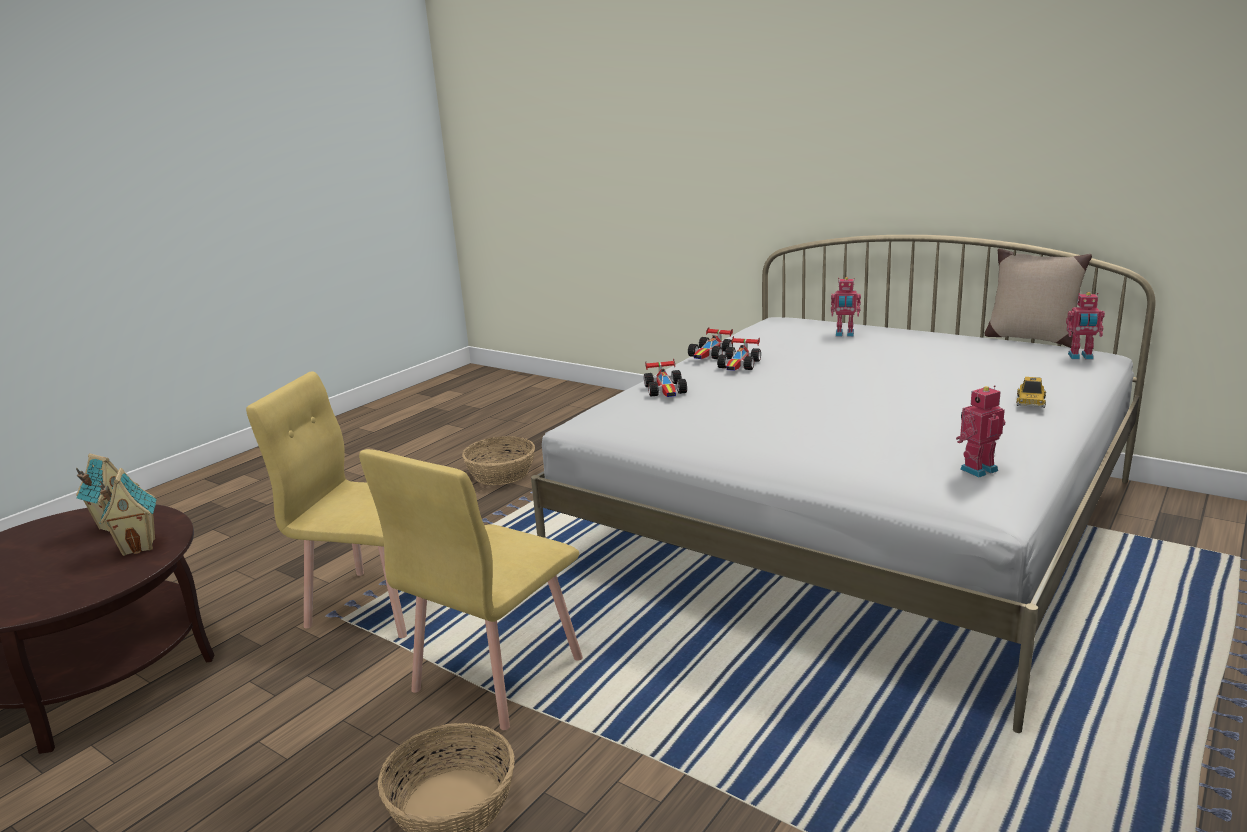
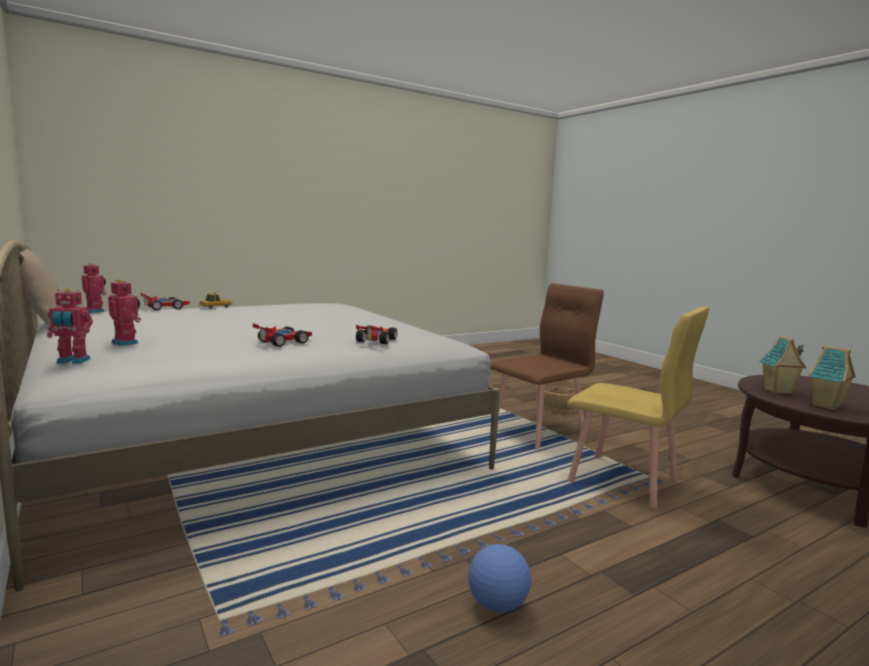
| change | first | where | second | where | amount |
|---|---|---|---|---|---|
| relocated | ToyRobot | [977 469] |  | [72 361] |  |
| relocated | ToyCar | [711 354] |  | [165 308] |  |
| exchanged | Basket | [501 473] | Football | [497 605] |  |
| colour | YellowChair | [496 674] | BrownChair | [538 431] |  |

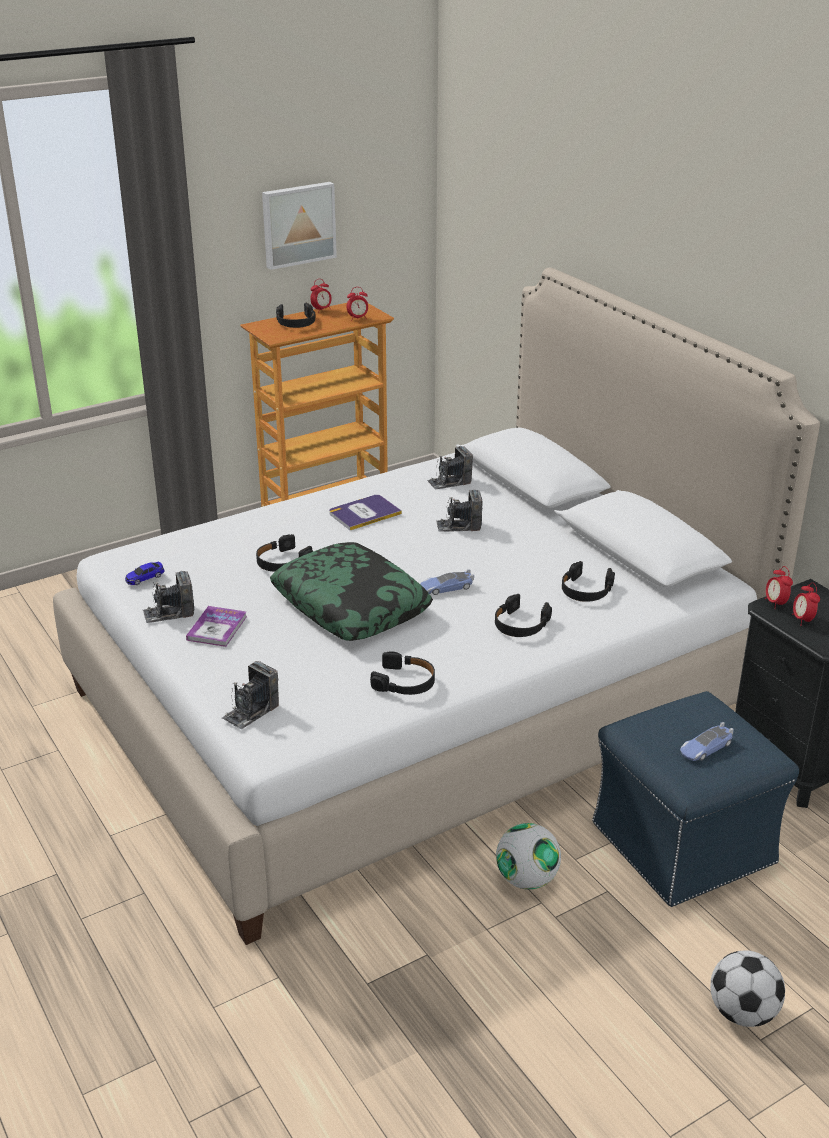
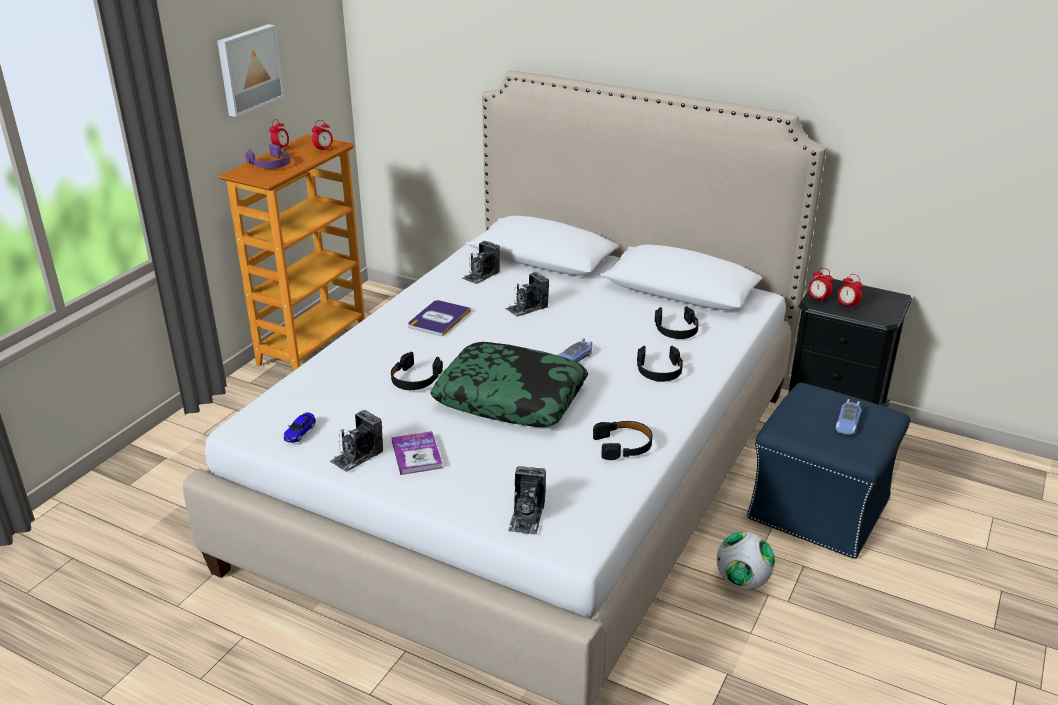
| change | first | where | second | where | amount |
|---|---|---|---|---|---|
| colour | BlackHeadphones | [296 322] | PurpleHeadphones | [270 164] |  |
| missing | Football | [742 1013] |  |  |  |

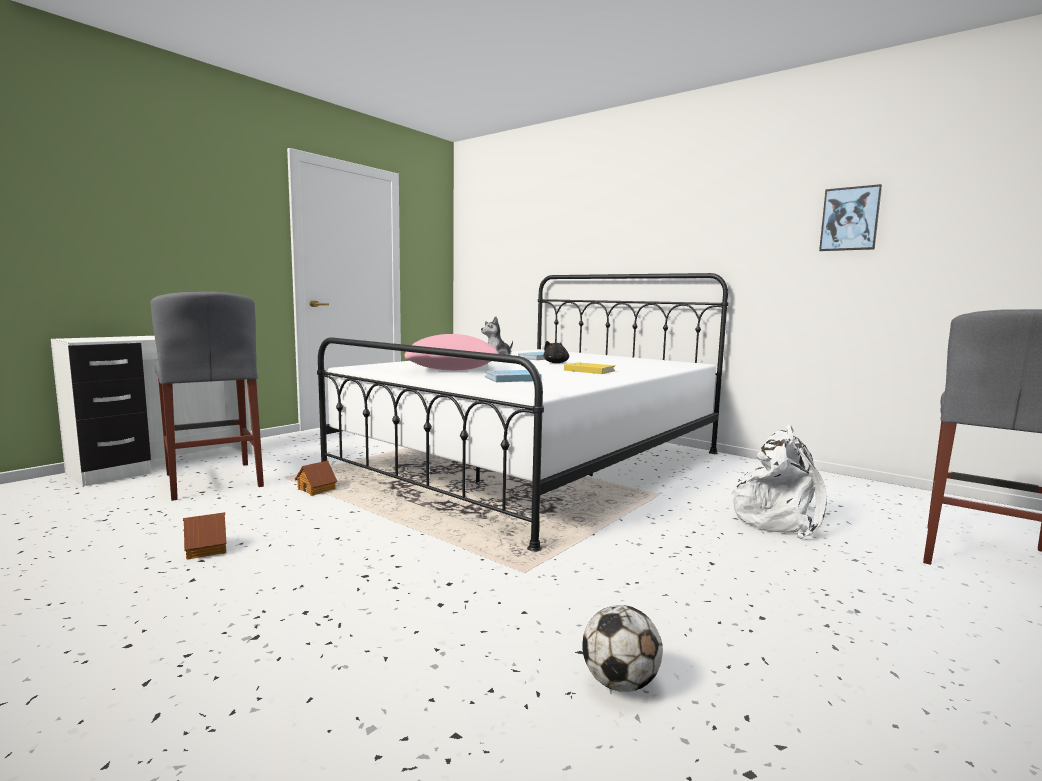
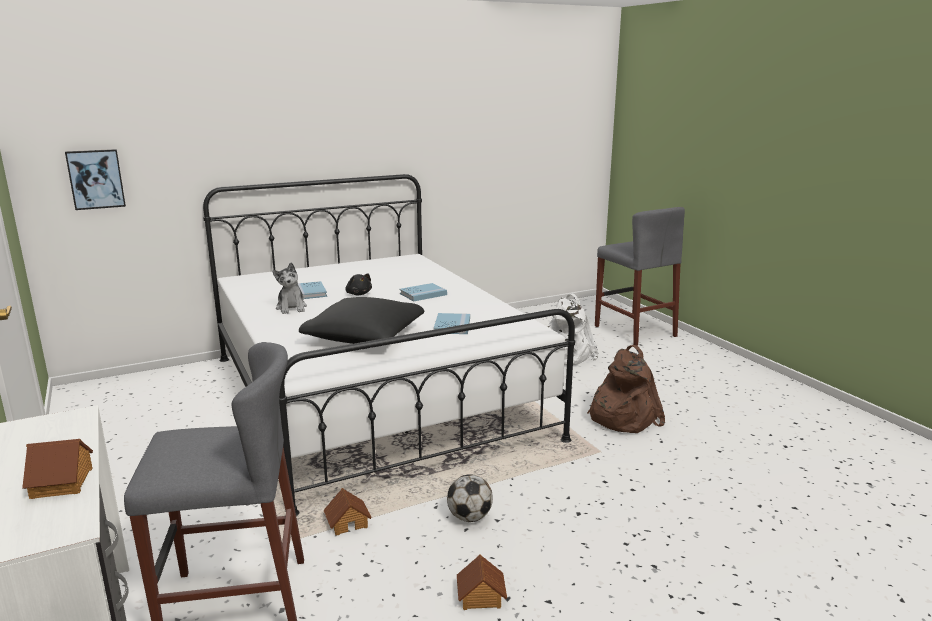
| change | first | where | second | where | amount |
|---|---|---|---|---|---|
| appeared |  |  | ToyHouse | [63 482] |  |
| relocated | Picture | [850 219] |  | [96 179] |  |
| colour | PinkPillow | [453 369] | BlackPillow | [365 337] |  |
| colour | YellowBook | [589 370] | BlueBook | [423 294] |  |
| relocated | Football | [620 682] |  | [469 517] |  |
| appeared |  |  | BrownBackpack | [621 417] |  |

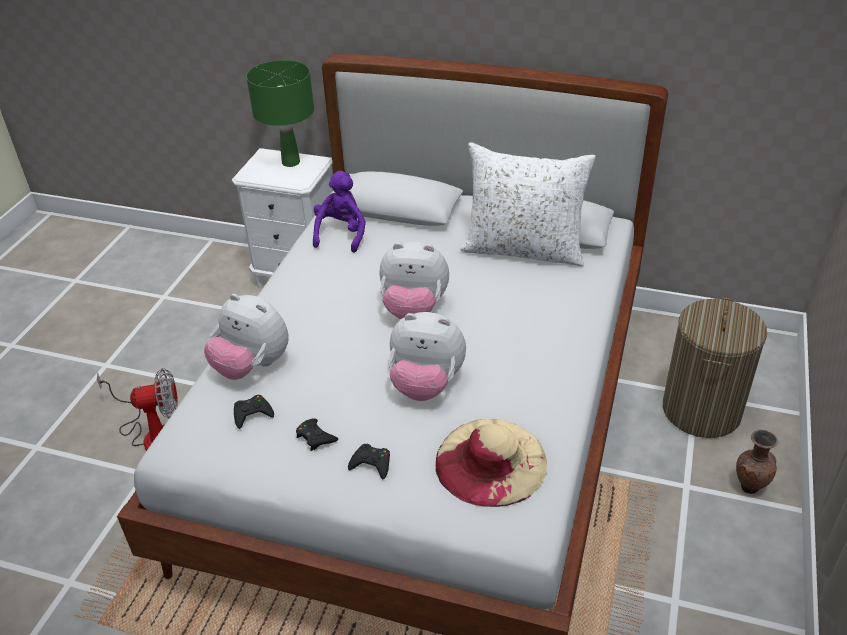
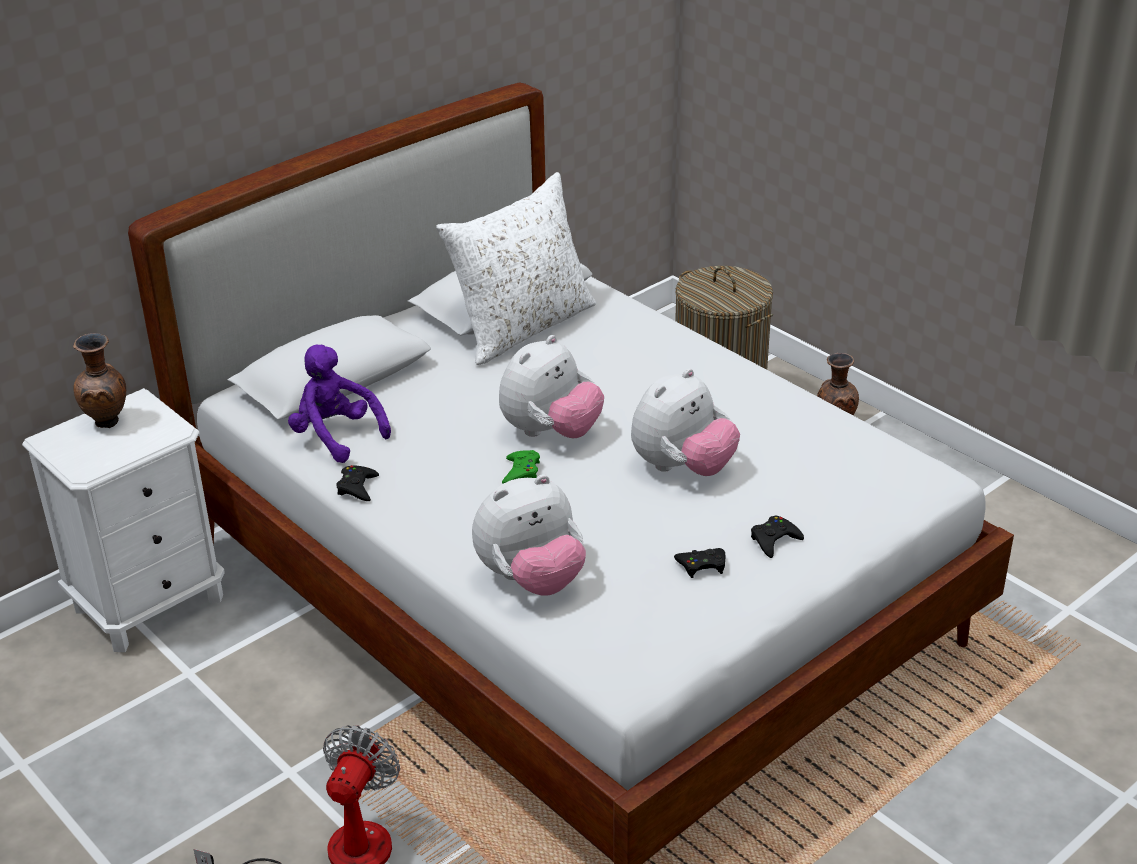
| change | first | where | second | where | amount |
|---|---|---|---|---|---|
| exchanged | GreenTableLamp | [291 162] | BrownVase | [108 423] |  |
| relocated | BlackGameController | [252 414] |  | [357 487] |  |
| appeared |  |  | GreenGameController | [521 471] |  |
| missing | BeigeHat | [491 461] |  |  |  |

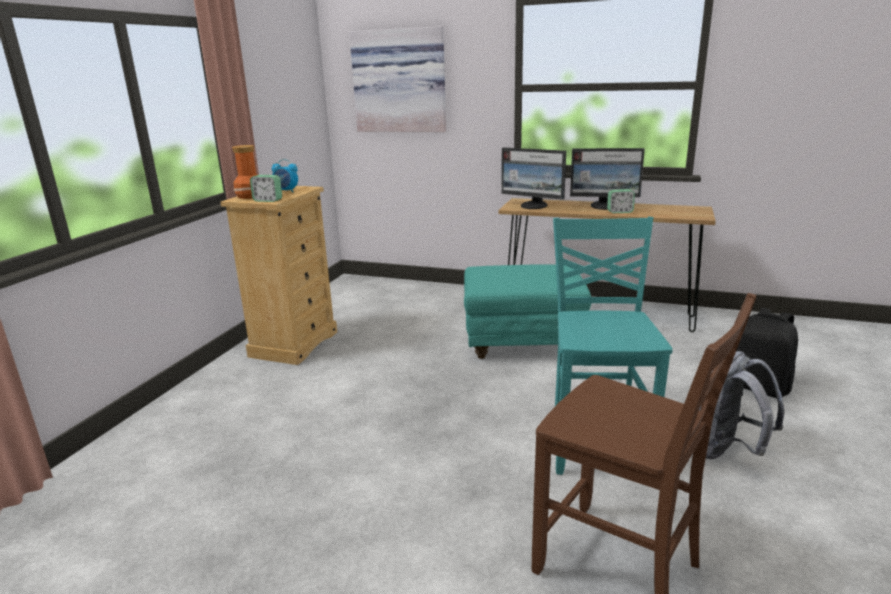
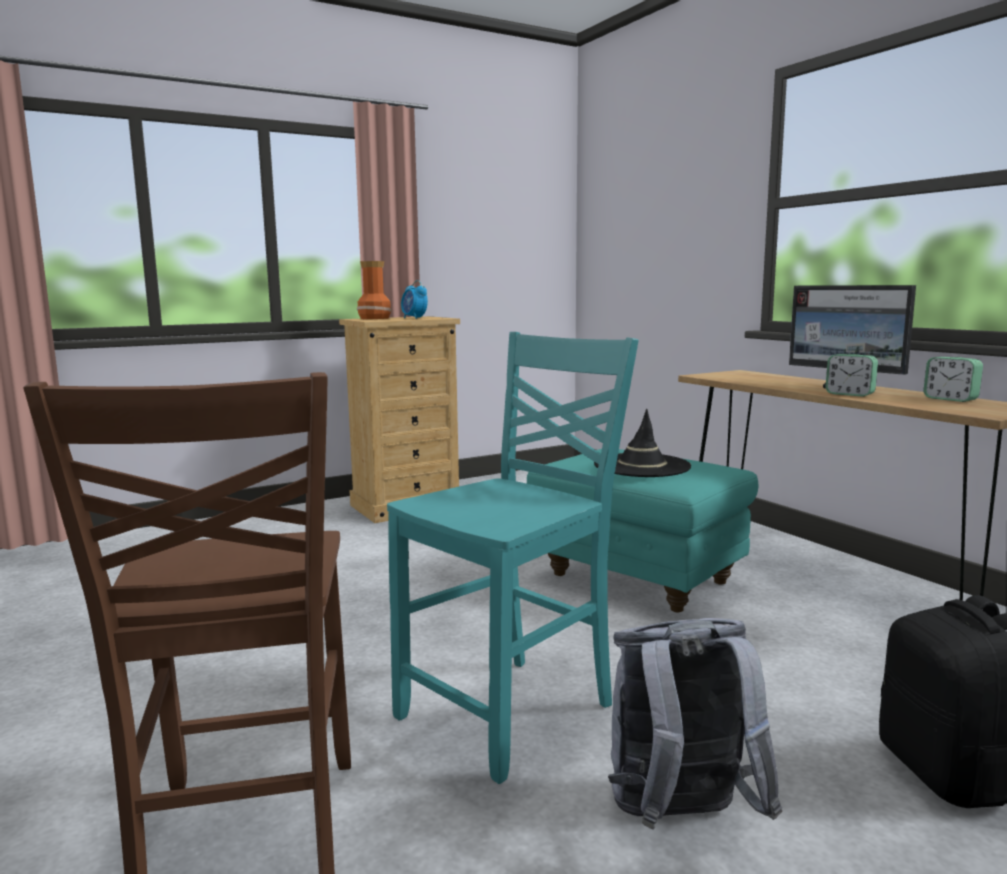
| change | first | where | second | where | amount |
|---|---|---|---|---|---|
| appeared |  |  | BlackHat | [641 466] |  |
| relocated | AlarmClock | [268 200] |  | [950 399] |  |
| missing | Picture | [400 81] |  |  |  |
| missing | Monitor | [534 206] |  |  |  |

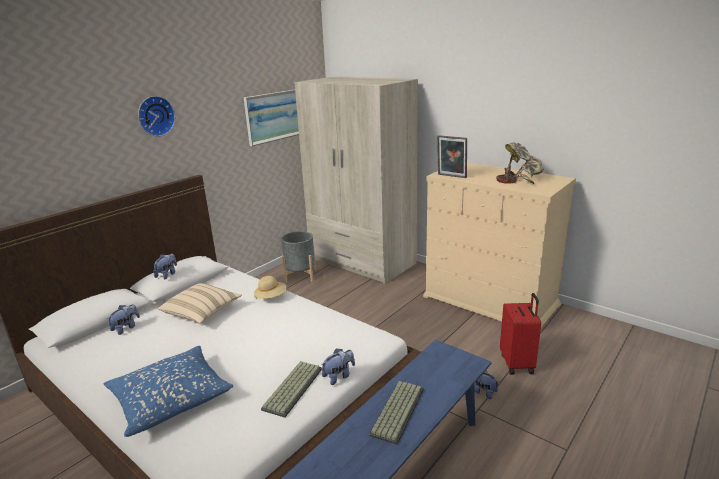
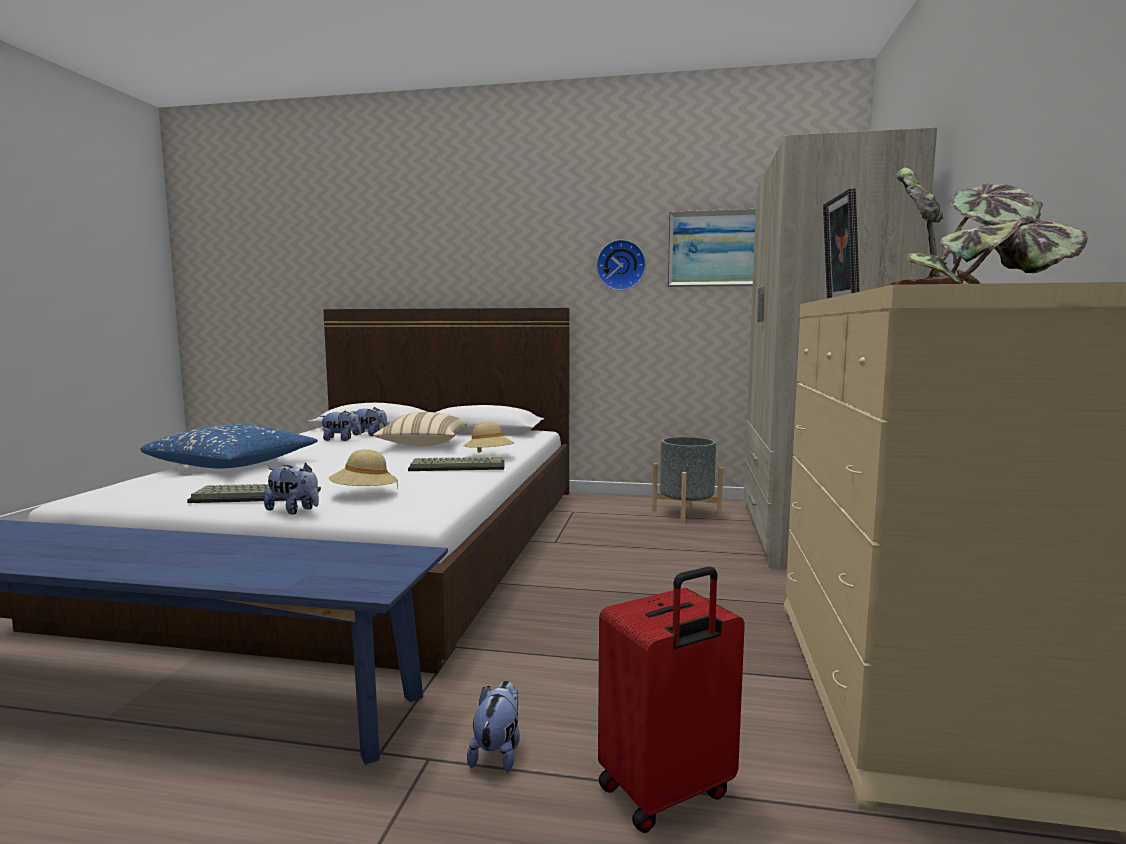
| change | first | where | second | where | amount |
|---|---|---|---|---|---|
| relocated | PlushToy | [167 275] |  | [341 440] |  |
| appeared |  |  | BeigeHat | [364 495] |  |
| relocated | Keyboard | [396 410] |  | [458 466] |  |
| relocated | WallClock | [155 116] |  | [621 265] |  |

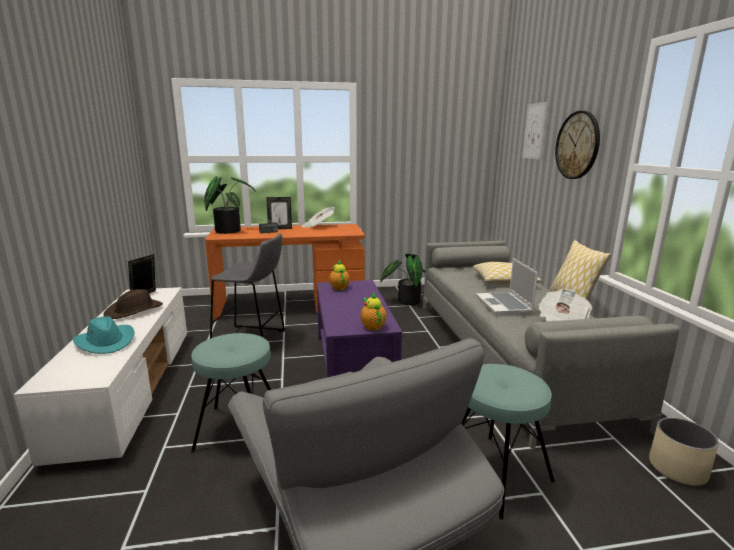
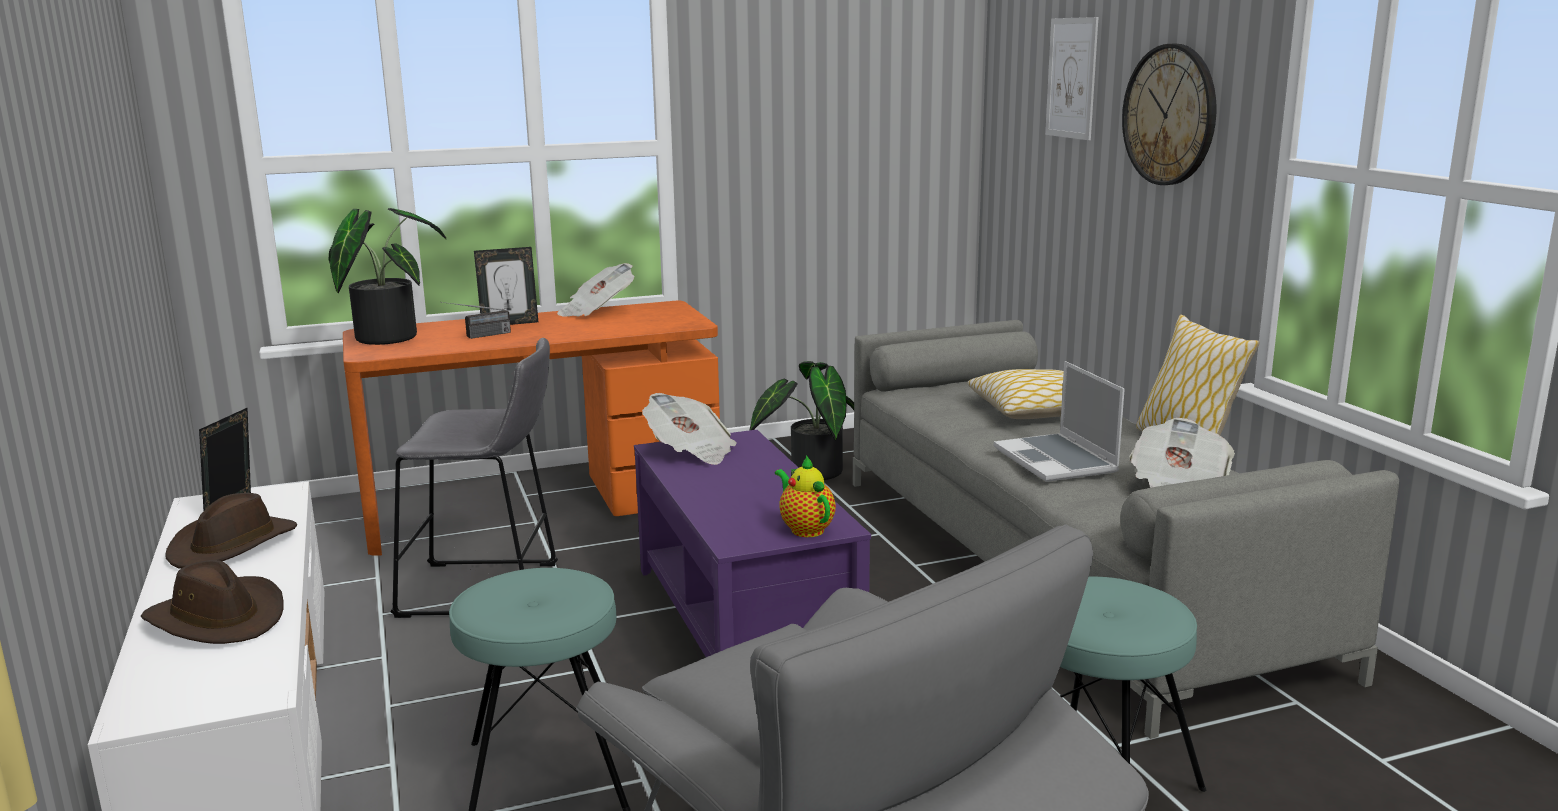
| change | first | where | second | where | amount |
|---|---|---|---|---|---|
| colour | TurquoiseHat | [106 342] | BrownHat | [218 618] |  |
| exchanged | Teapot | [339 287] | Newspaper | [691 452] |  |
| missing | BeigePlanter | [678 469] |  |  |  |

